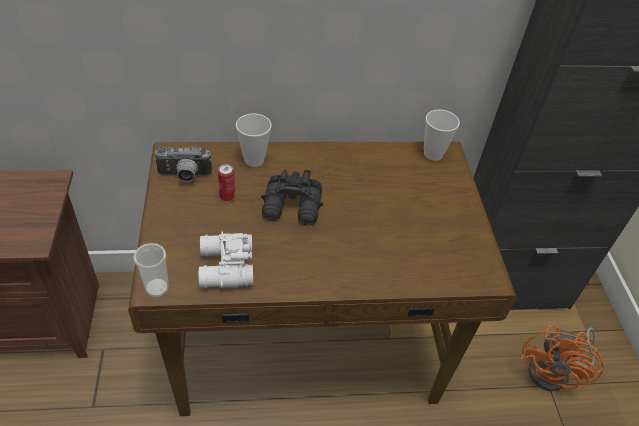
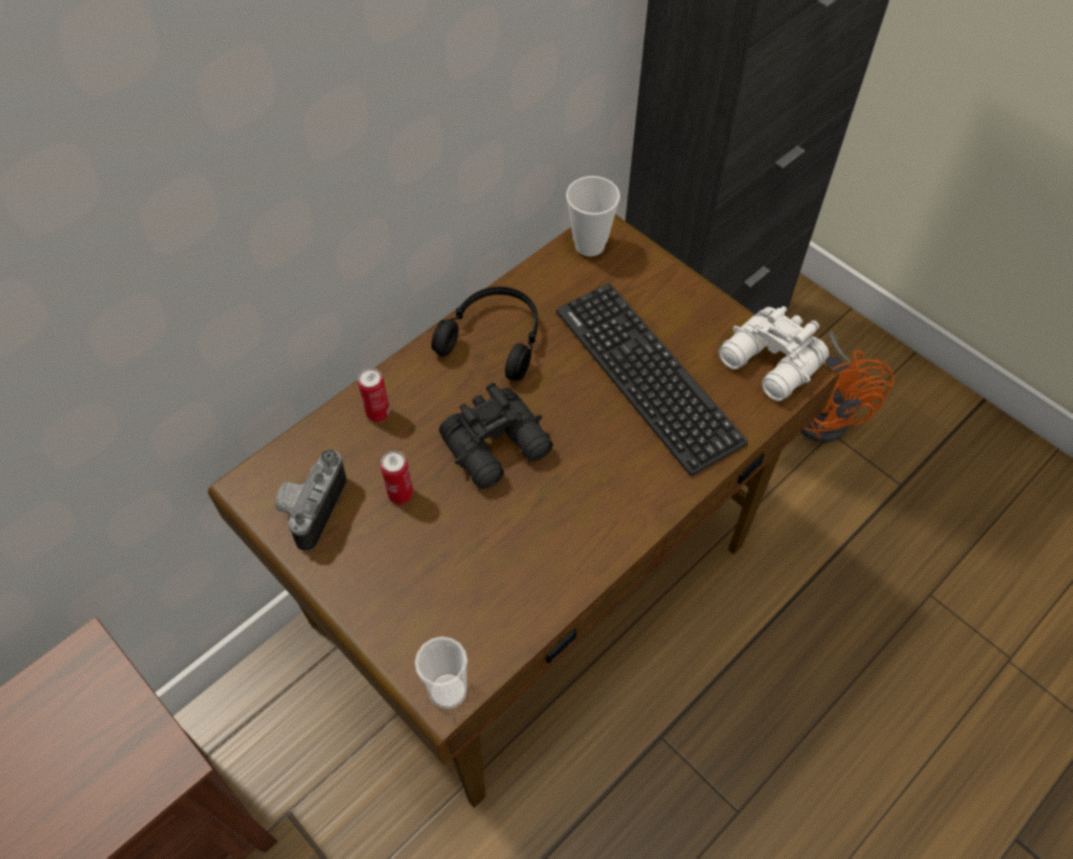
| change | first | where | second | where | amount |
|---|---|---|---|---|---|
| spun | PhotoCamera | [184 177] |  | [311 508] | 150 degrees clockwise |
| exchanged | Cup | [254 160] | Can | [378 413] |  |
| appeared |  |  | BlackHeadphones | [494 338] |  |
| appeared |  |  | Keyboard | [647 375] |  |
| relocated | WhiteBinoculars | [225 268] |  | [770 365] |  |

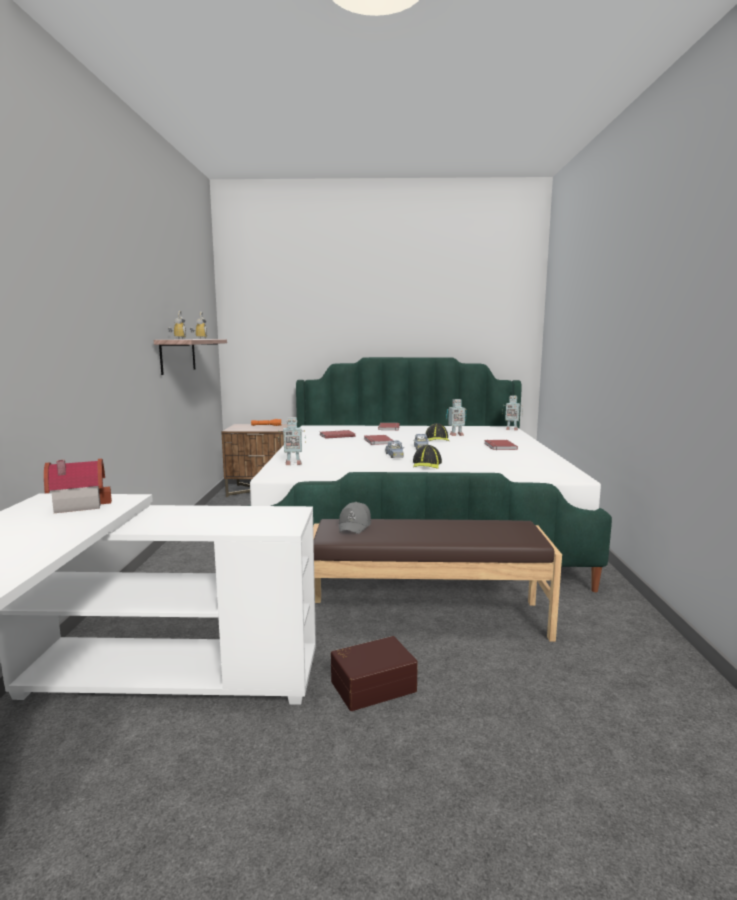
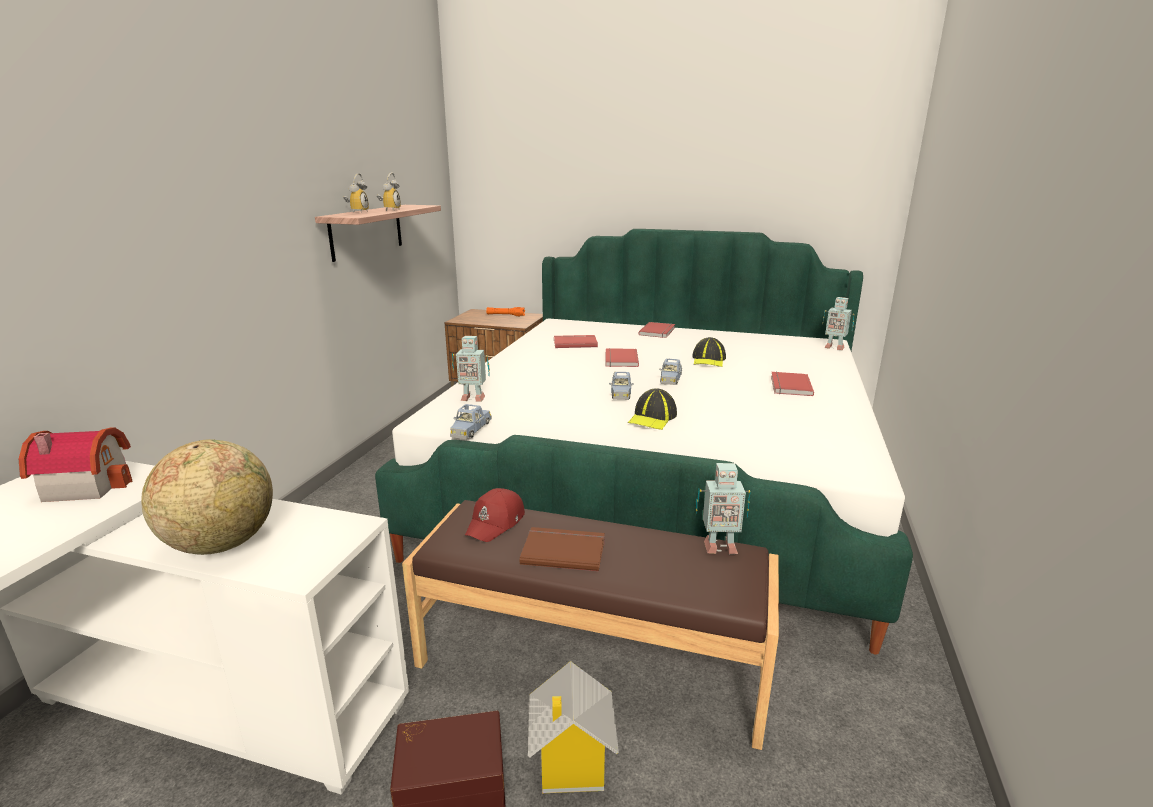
| change | first | where | second | where | amount |
|---|---|---|---|---|---|
| appeared |  |  | Globe | [221 543] |  |
| appeared |  |  | BlueToyCar | [470 429] |  |
| colour | GreyCap | [355 526] | RedCap | [496 523] |  |
| appeared |  |  | BrownBook | [563 550] |  |
| appeared |  |  | ToyHouse | [570 762] |  |
| relocated | ToyRobot | [455 435] |  | [718 546] |  |

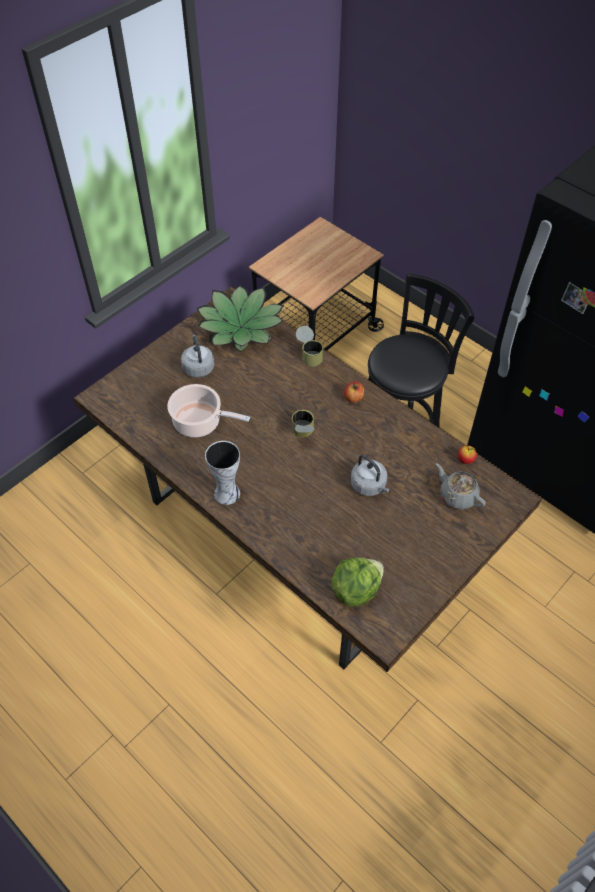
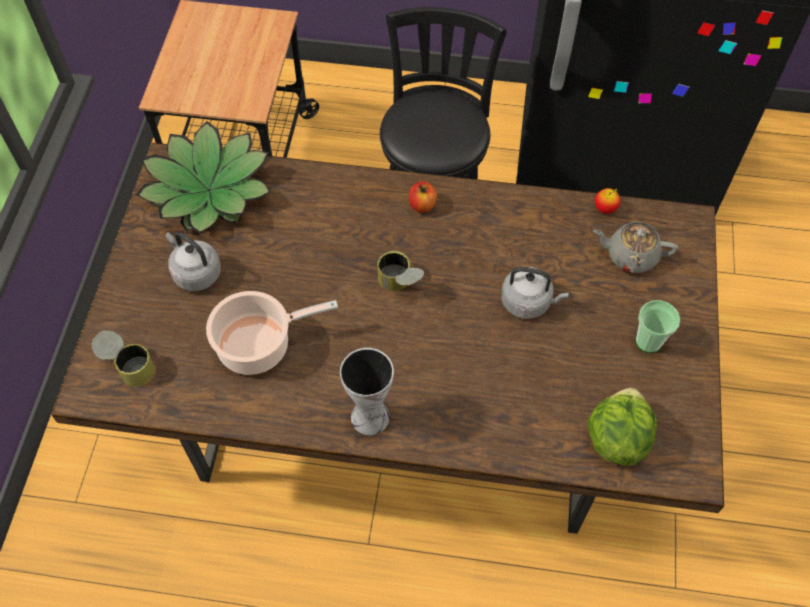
| change | first | where | second | where | amount |
|---|---|---|---|---|---|
| relocated | Can | [309 354] |  | [129 366] |  |
| appeared |  |  | Cup | [648 341] |  |

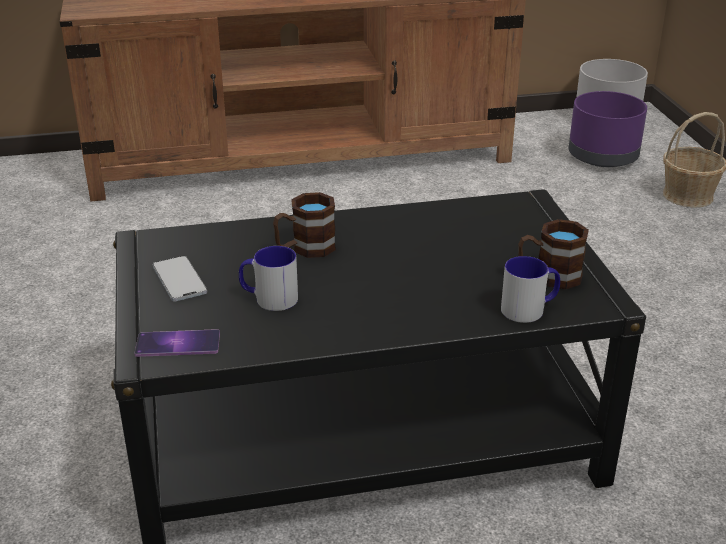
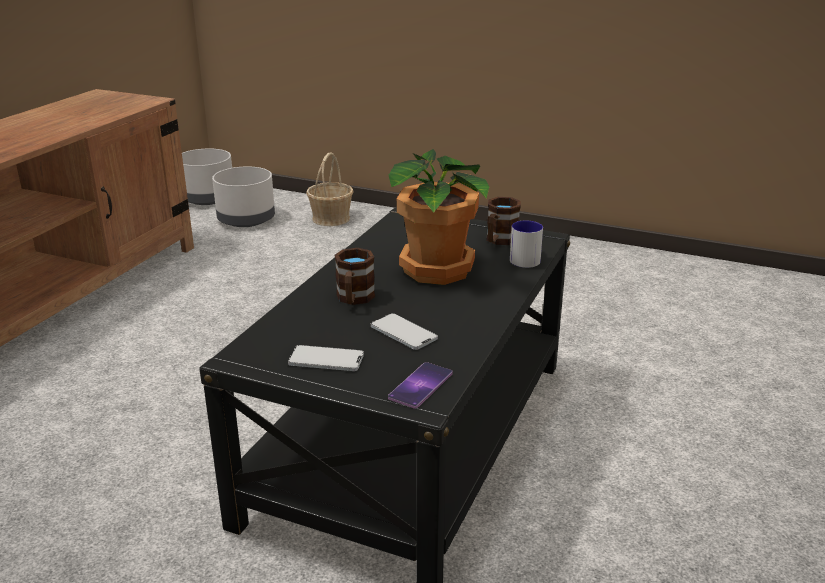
| change | first | where | second | where | amount |
|---|---|---|---|---|---|
| colour | PurplePlanter | [603 157] | GreyPlanter | [246 220] |  |
| exchanged | Mug | [269 298] | Phone | [403 333] |  |
| appeared |  |  | PottedPlant | [440 269] |  |

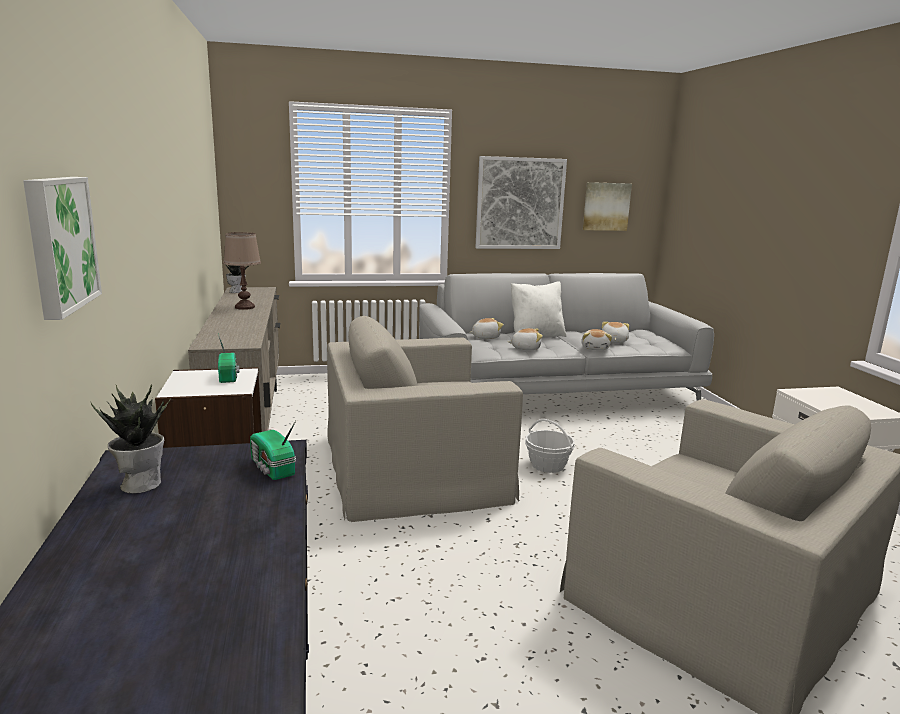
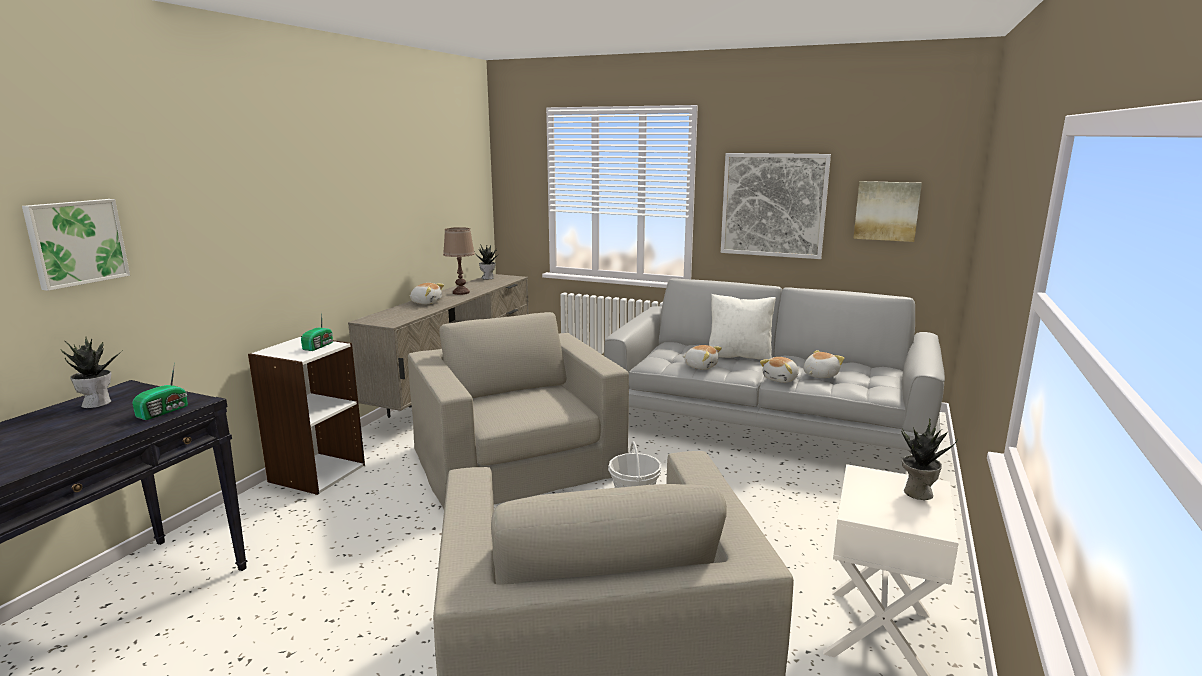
| change | first | where | second | where | amount |
|---|---|---|---|---|---|
| spun | Radio | [272 468] |  | [164 411] | 150 degrees counterclockwise |
| spun | BeigeArmchair | [413 466] |  | [517 459] | 45 degrees clockwise |
| relocated | PlushToy | [485 337] |  | [426 302] |  |
| appeared |  |  | PottedPlant | [916 492] |  |

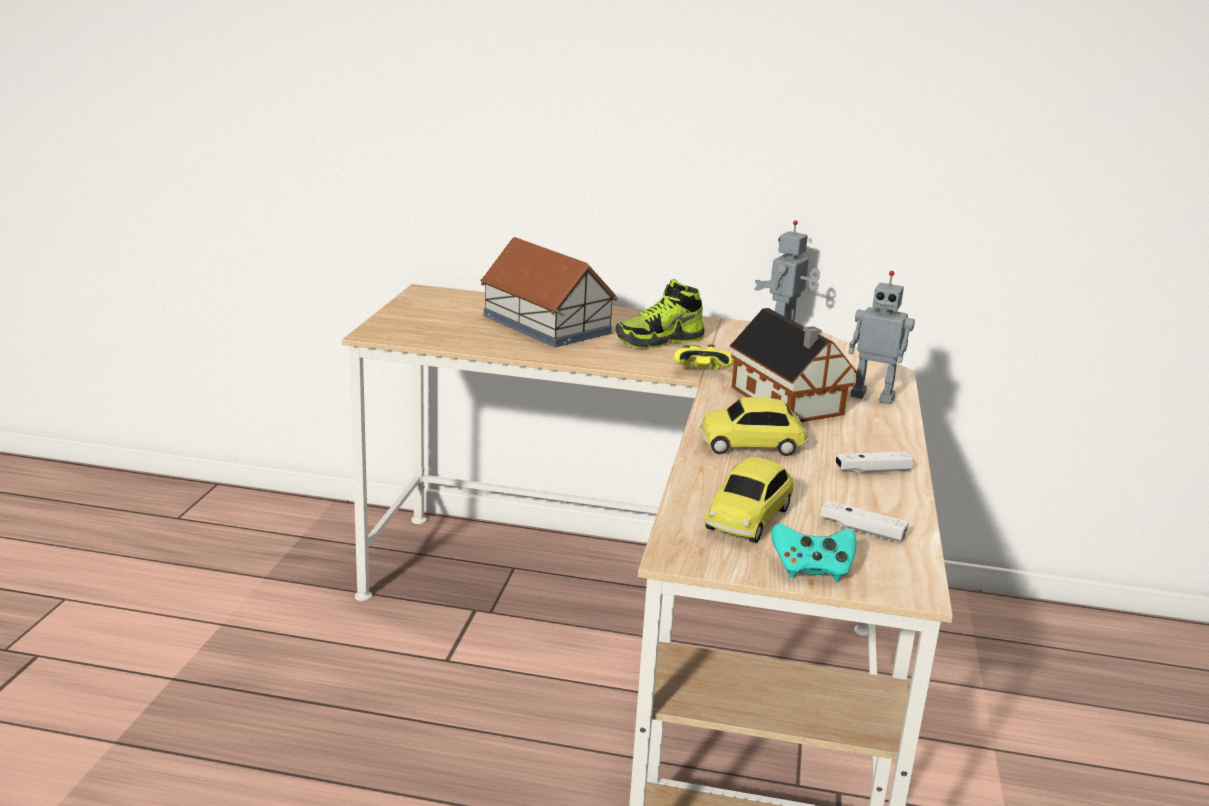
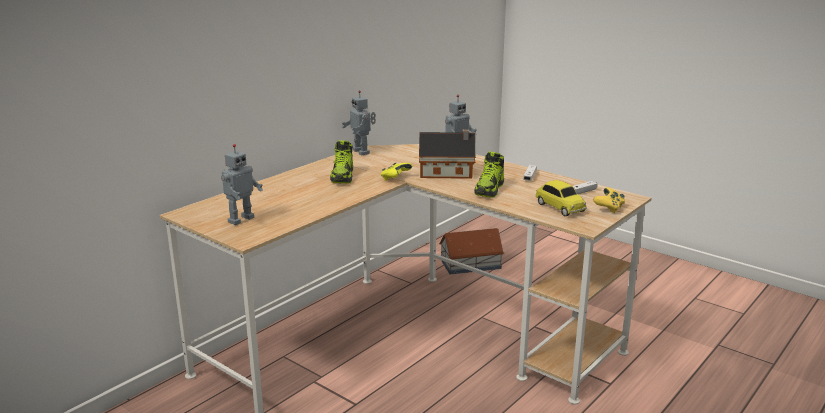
| change | first | where | second | where | amount |
|---|---|---|---|---|---|
| appeared |  |  | ToyRobot | [240 219] |  |
| relocated | ToyHouse | [546 324] |  | [469 263] |  |
| exchanged | ToyCar | [752 445] | Shoe | [489 190] |  |
| colour | TurquoiseGameController | [811 569] | YellowGameController | [609 208] |  |

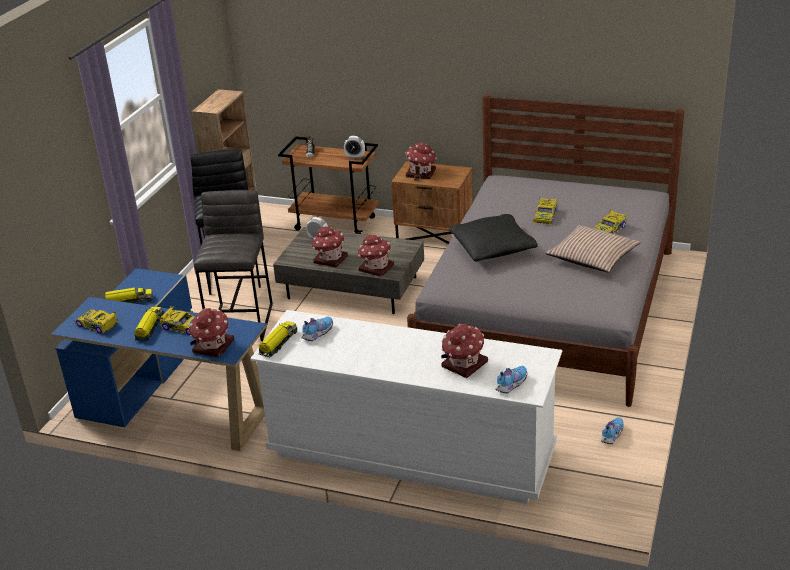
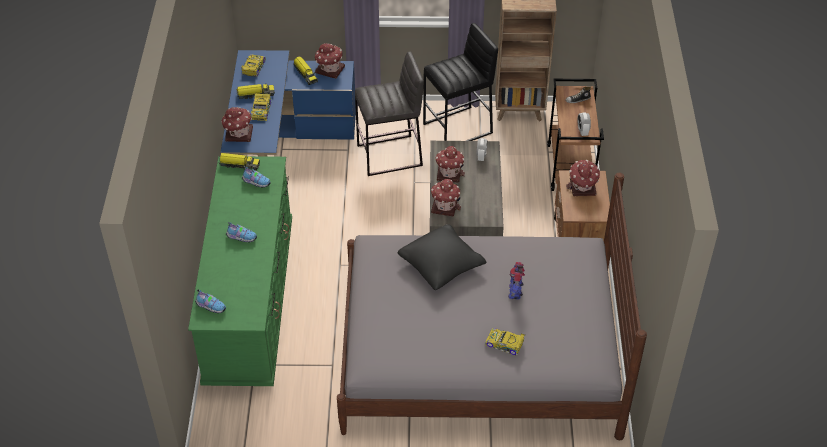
| change | first | where | second | where | amount |
|---|---|---|---|---|---|
| colour | WhiteDresser | [411 452] | GreenDresser | [250 301] |  |
| relocated | Shoe | [611 435] |  | [241 237] |  |
| relocated | ToyHouse | [463 365] |  | [329 69] |  |
| exchanged | ToyCar | [545 216] | ToyRobot | [515 292] |  |
| missing | Pillow | [592 257] |  |  |  |

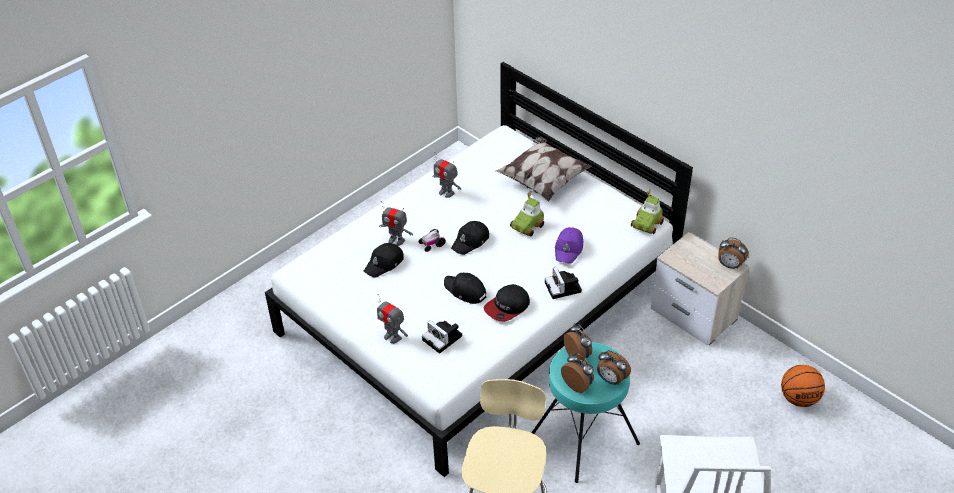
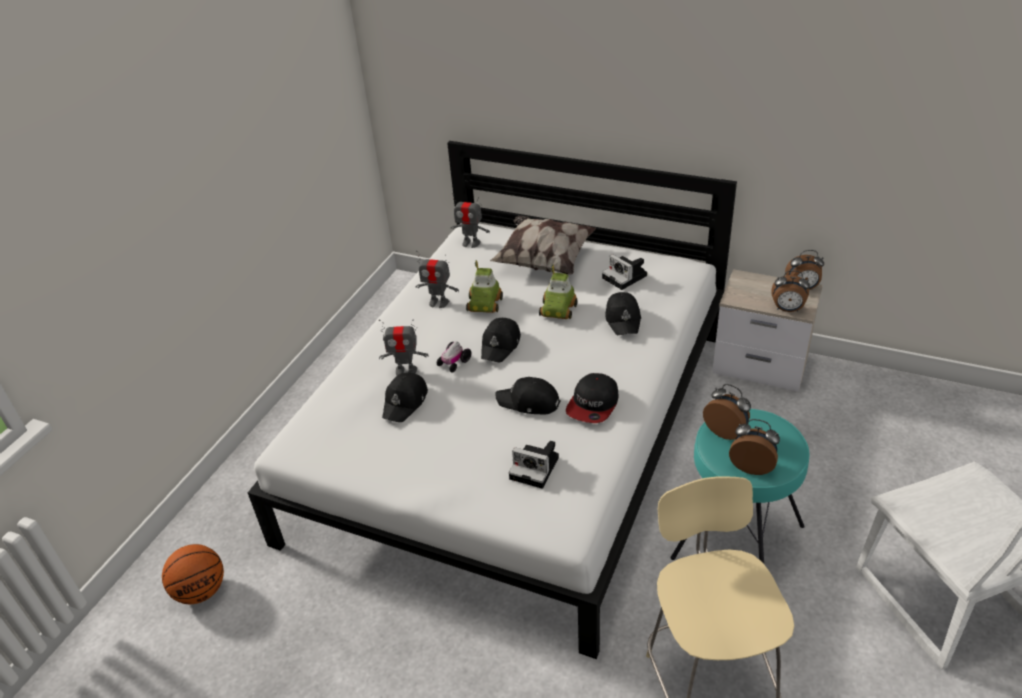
| change | first | where | second | where | amount |
|---|---|---|---|---|---|
| relocated | Basketball | [799 399] |  | [201 591] |  |
| relocated | ToyRobot | [392 337] |  | [471 243] |  |
| relocated | ToyCar | [647 224] |  | [485 304] |  |
| relocated | PhotoCamera | [564 288] |  | [626 277] |  |
| colour | PurpleCap | [569 249] | BlackCap | [623 319] |  |
| relocated | AlarmClock | [611 380] |  | [787 309] |  |

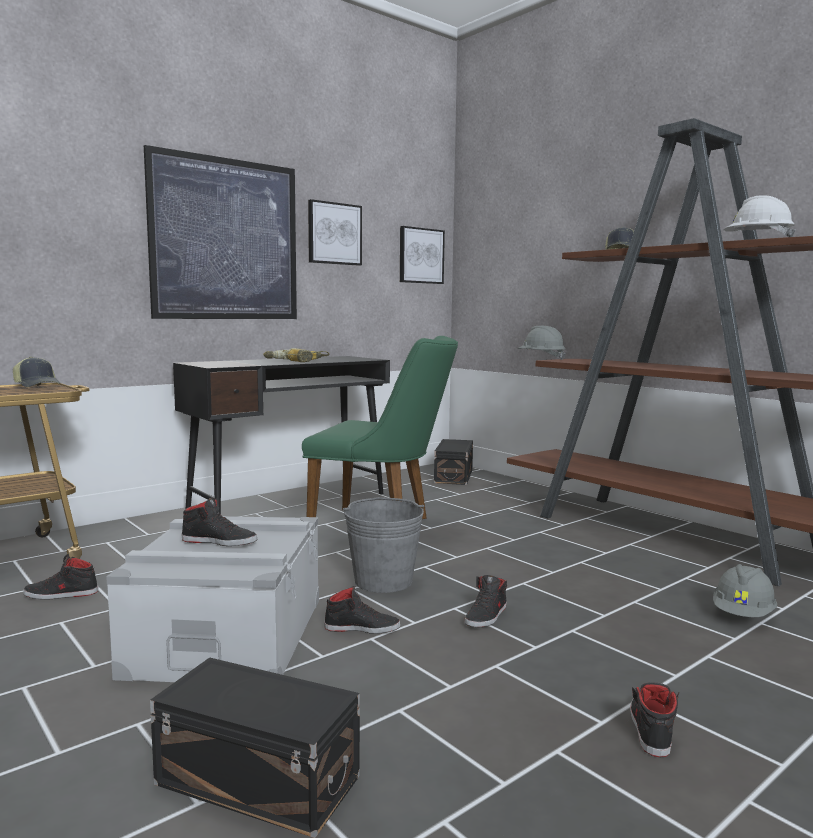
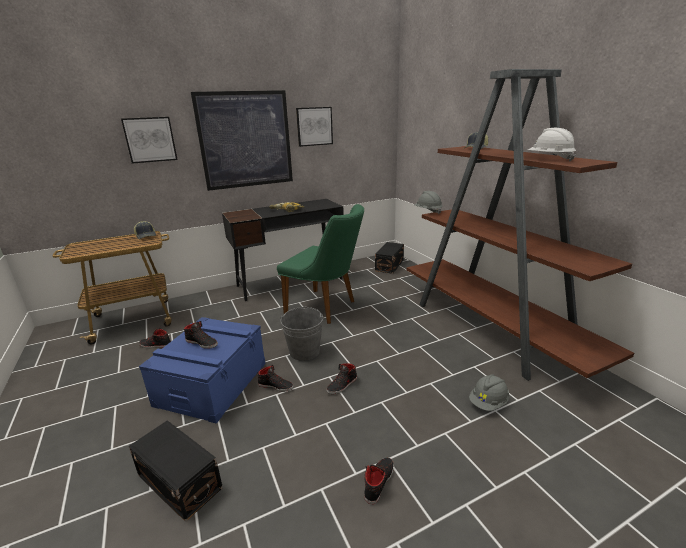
| change | first | where | second | where | amount |
|---|---|---|---|---|---|
| relocated | Picture | [420 256] |  | [150 139] |  |
| colour | GreyStorageBox | [227 636] | BlueStorageBox | [212 383] |  |

